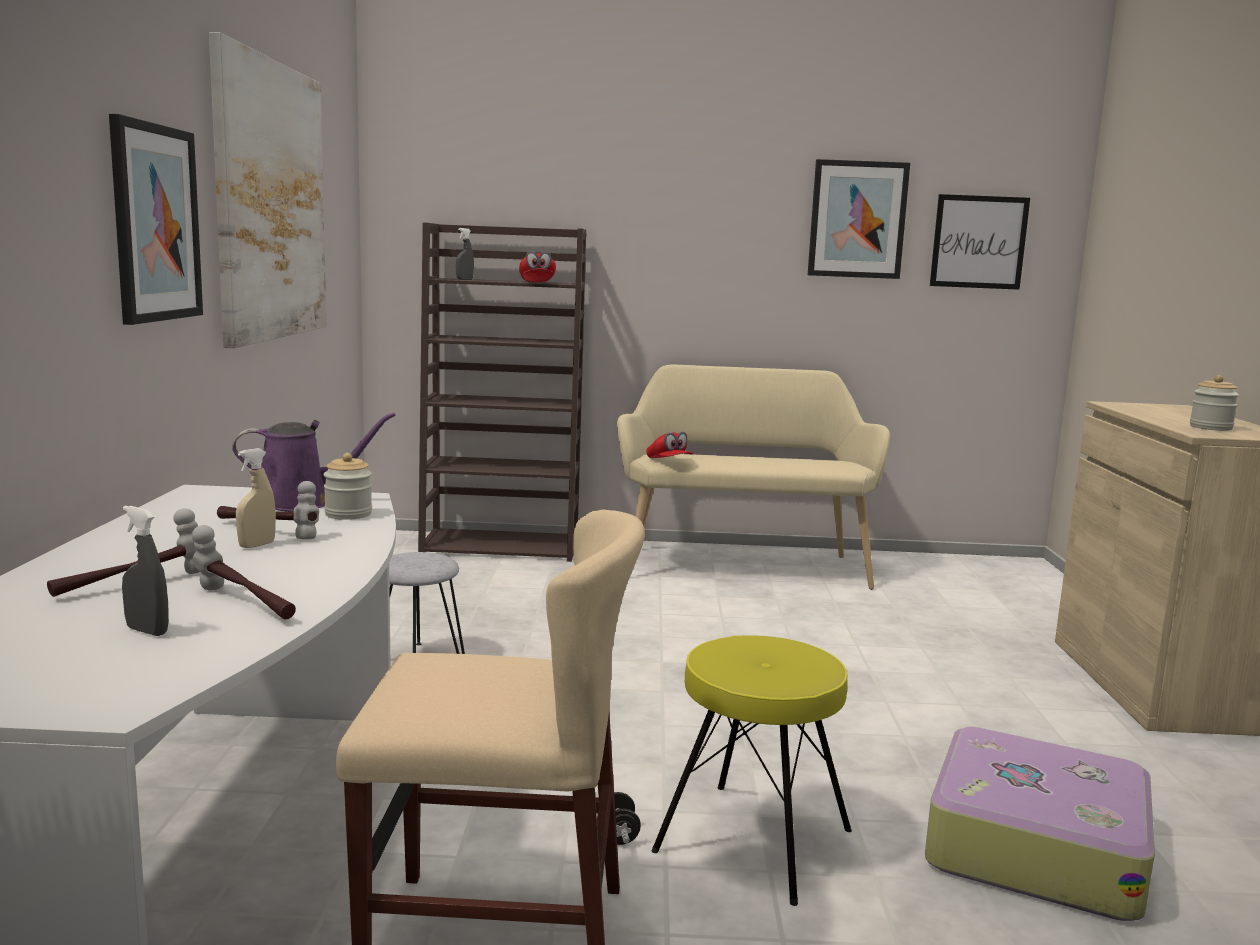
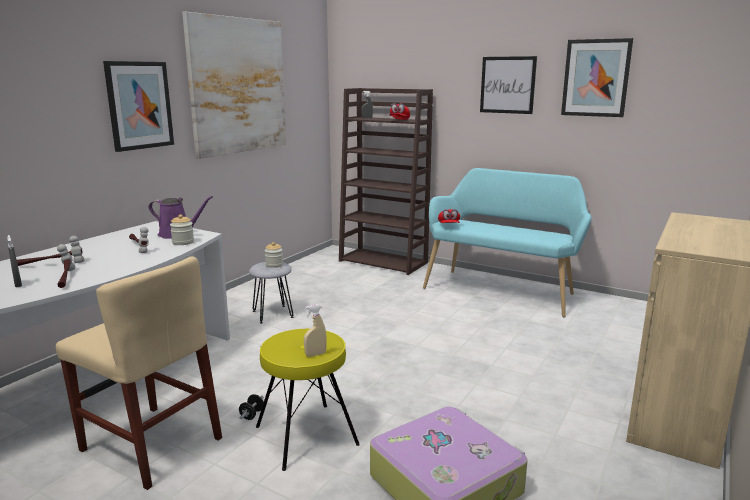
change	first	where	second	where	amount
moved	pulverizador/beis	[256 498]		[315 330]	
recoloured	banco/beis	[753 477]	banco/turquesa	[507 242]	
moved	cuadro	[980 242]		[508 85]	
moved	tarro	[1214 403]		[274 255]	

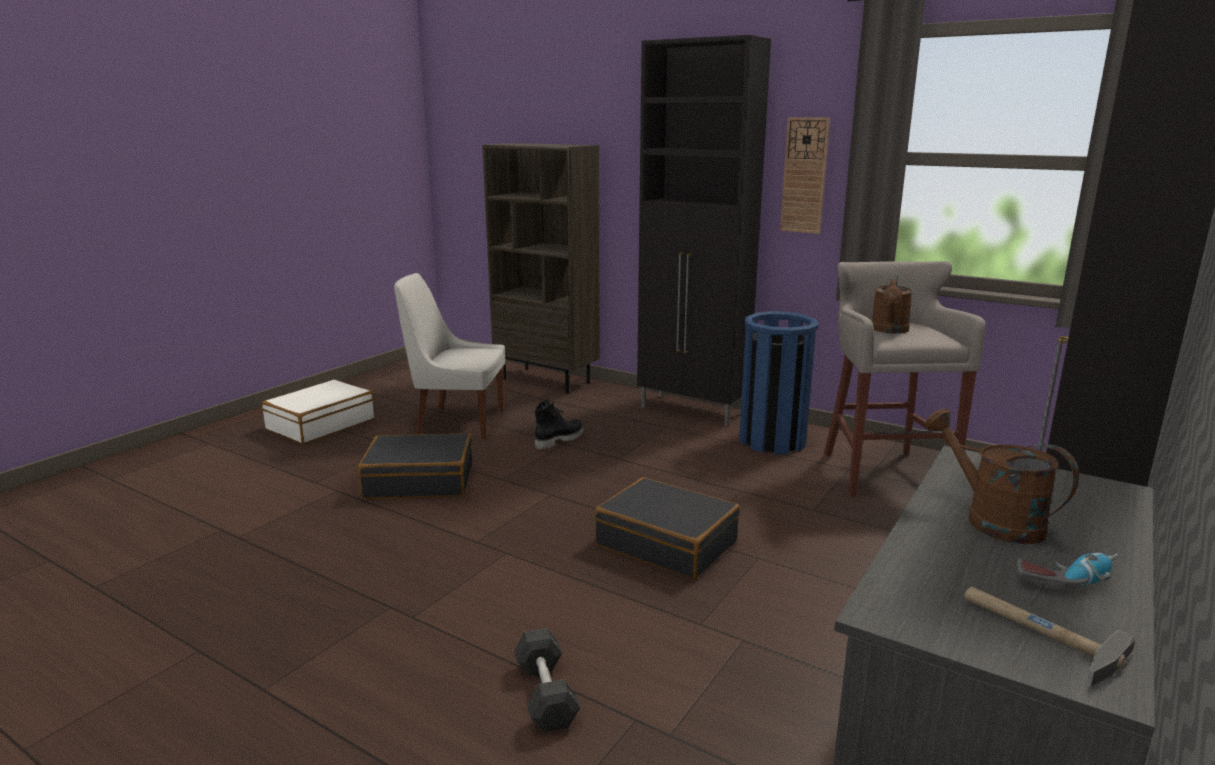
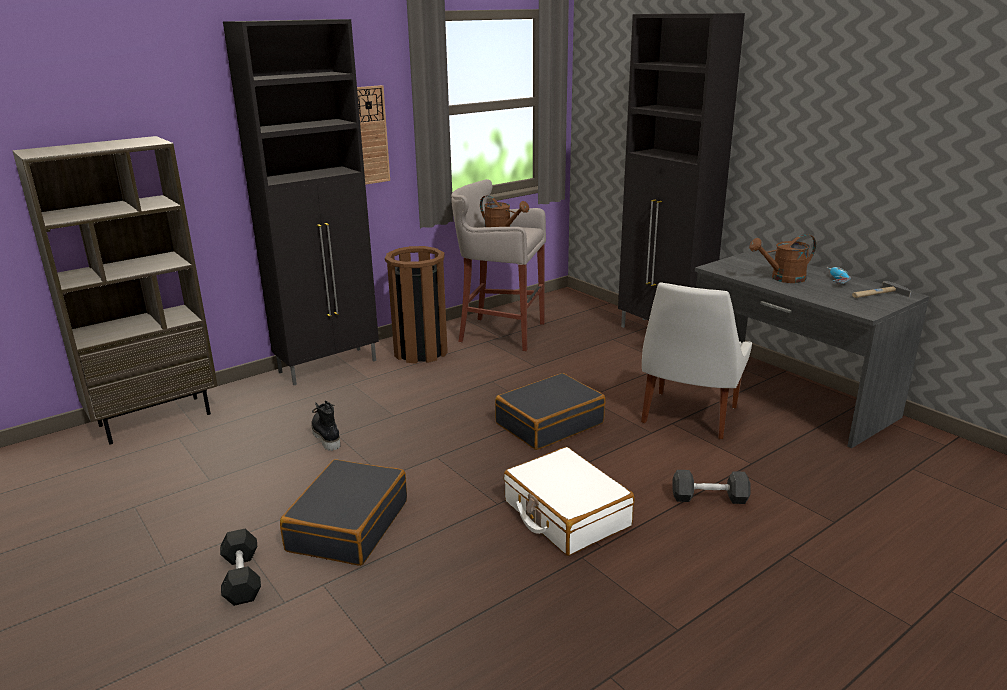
change	first	where	second	where	amount
moved	maleta/blanco	[318 412]		[569 501]	
moved	silla/blanco	[449 356]		[696 360]	
recoloured	papelera/azul	[778 382]	papelera/marrón	[416 305]	
added			mancuerna/negro	[240 567]	

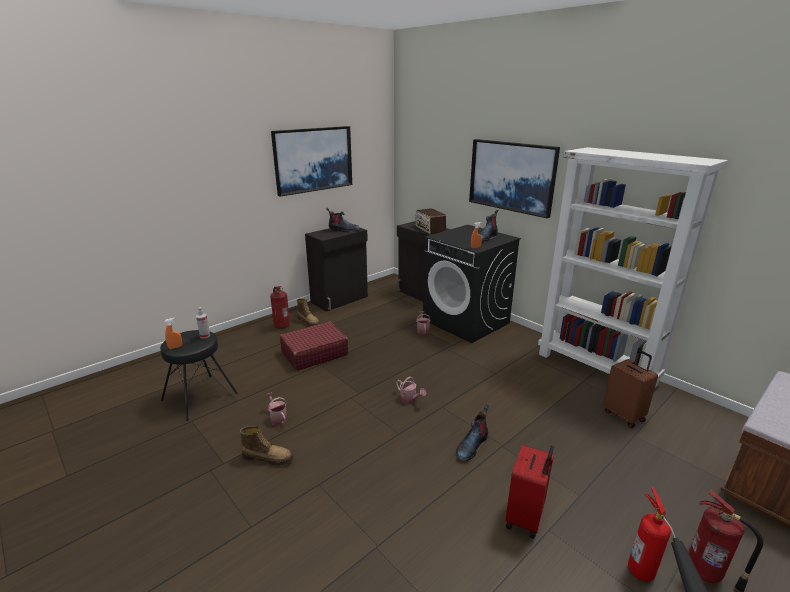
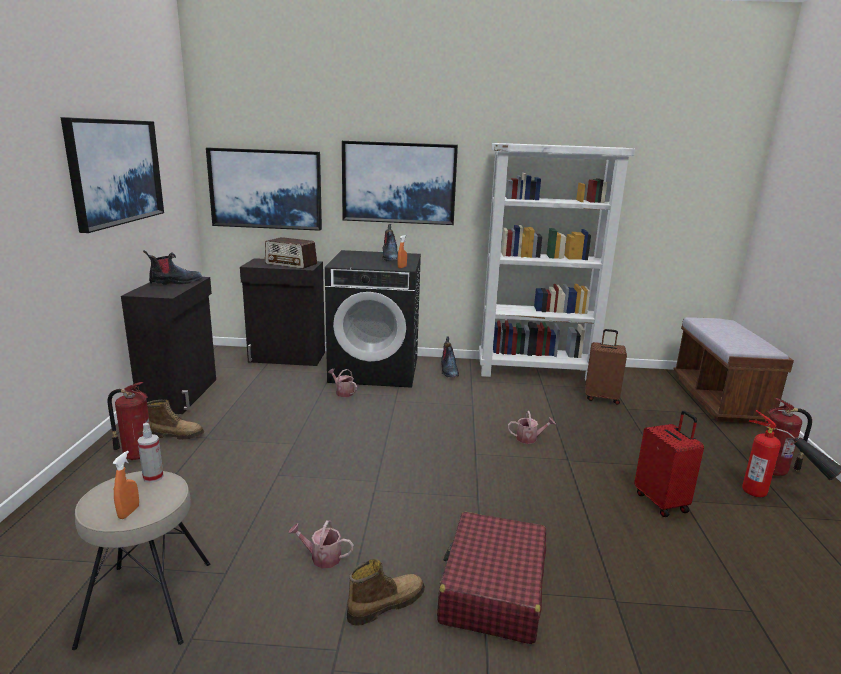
change	first	where	second	where	amount
recoloured	taburete/negro	[199 375]	taburete/beis	[141 560]	
moved	maleta/rojo	[314 346]		[491 578]	
moved	regadera	[411 390]		[532 427]	
moved	bota	[472 433]		[450 357]	
added			cuadro	[264 189]	

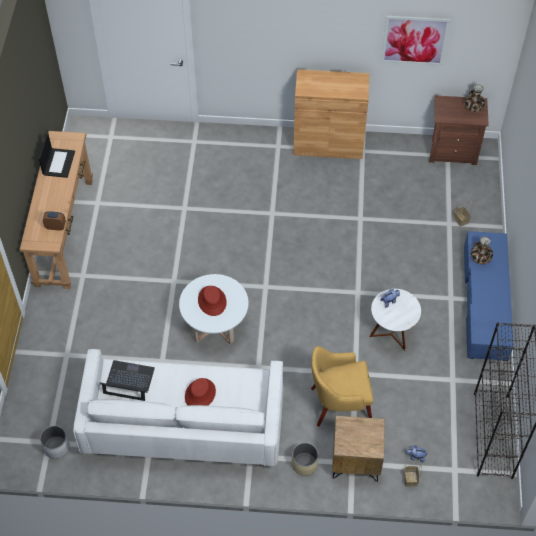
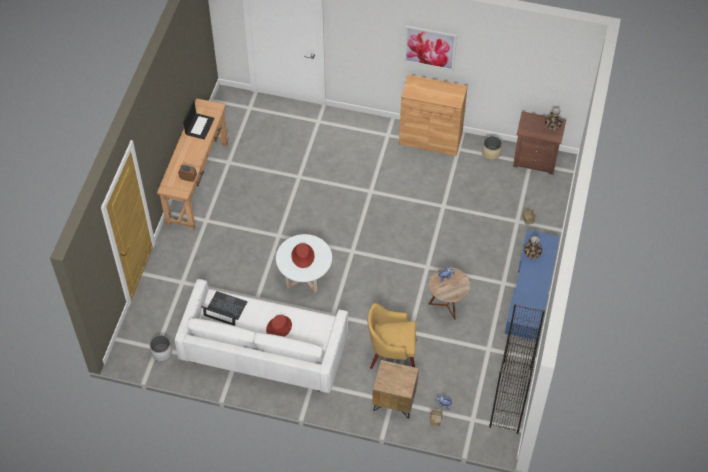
change	first	where	second	where	amount
moved	maceta/beis	[305 459]		[492 148]	
recoloured	mesa auxiliar/blanco	[395 320]	mesa auxiliar/marrón	[449 293]	
moved	cuadro	[415 40]		[430 48]	

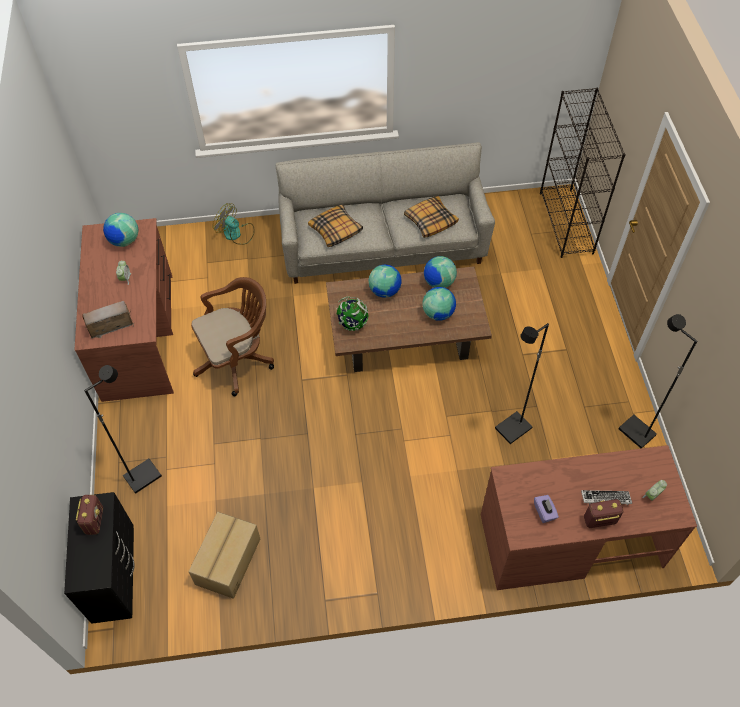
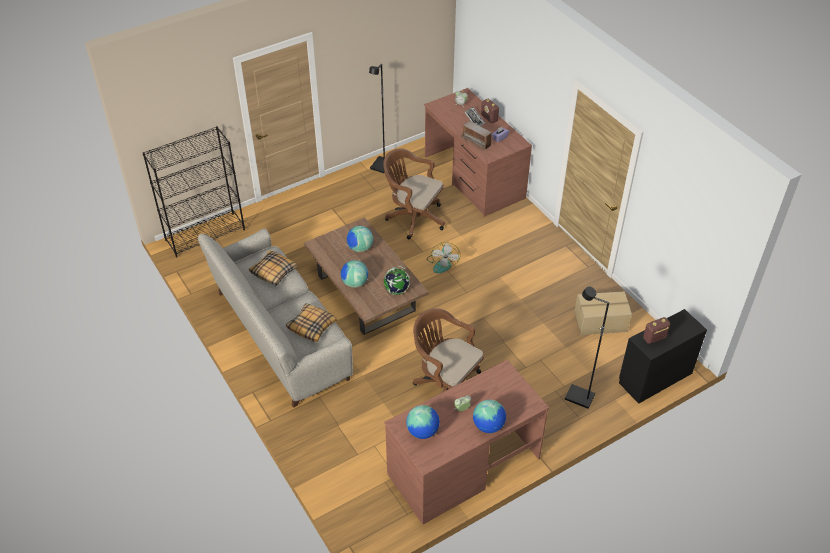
change	first	where	second	where	amount
moved	radio	[108 320]		[476 136]	
moved	ventilador	[233 224]		[444 257]	
moved	globo terráqueo	[440 272]		[489 416]	
replaced	lámpara de pie/negro	[522 383]	silla de oficina/marrón	[414 194]	

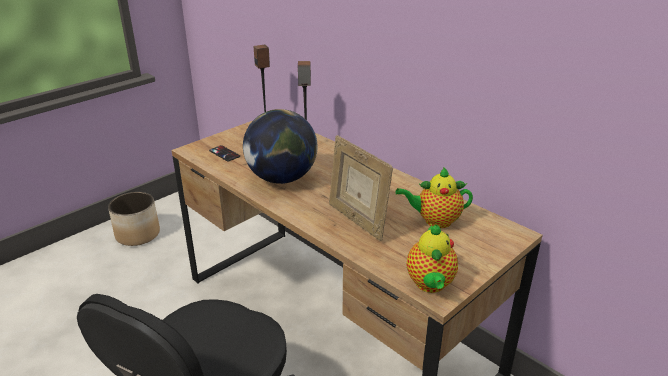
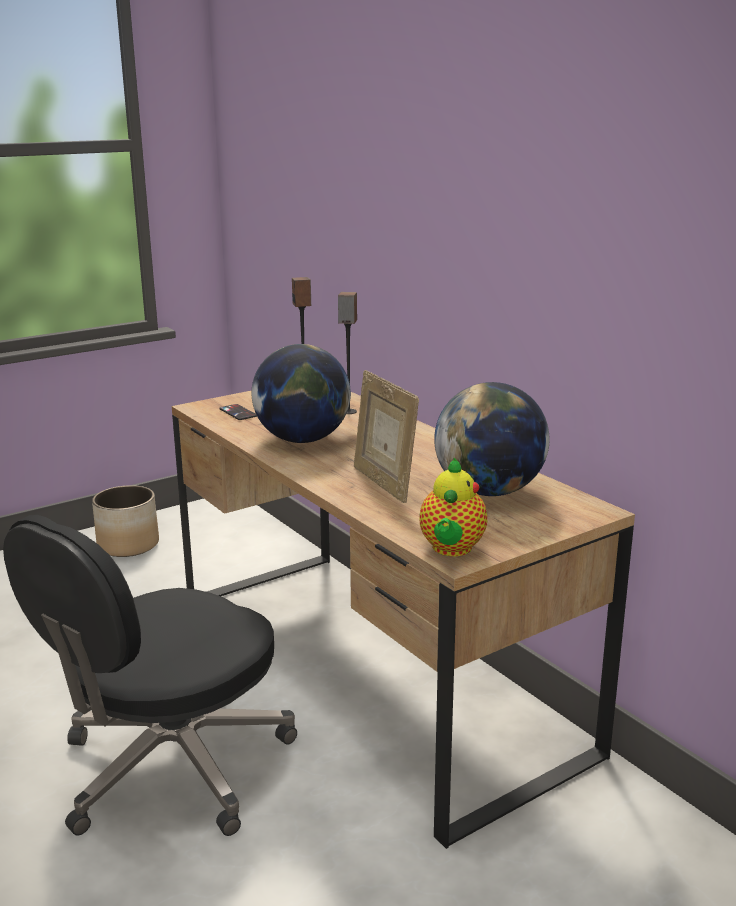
change	first	where	second	where	amount
replaced	tetera	[434 197]	globo terráqueo	[492 439]	

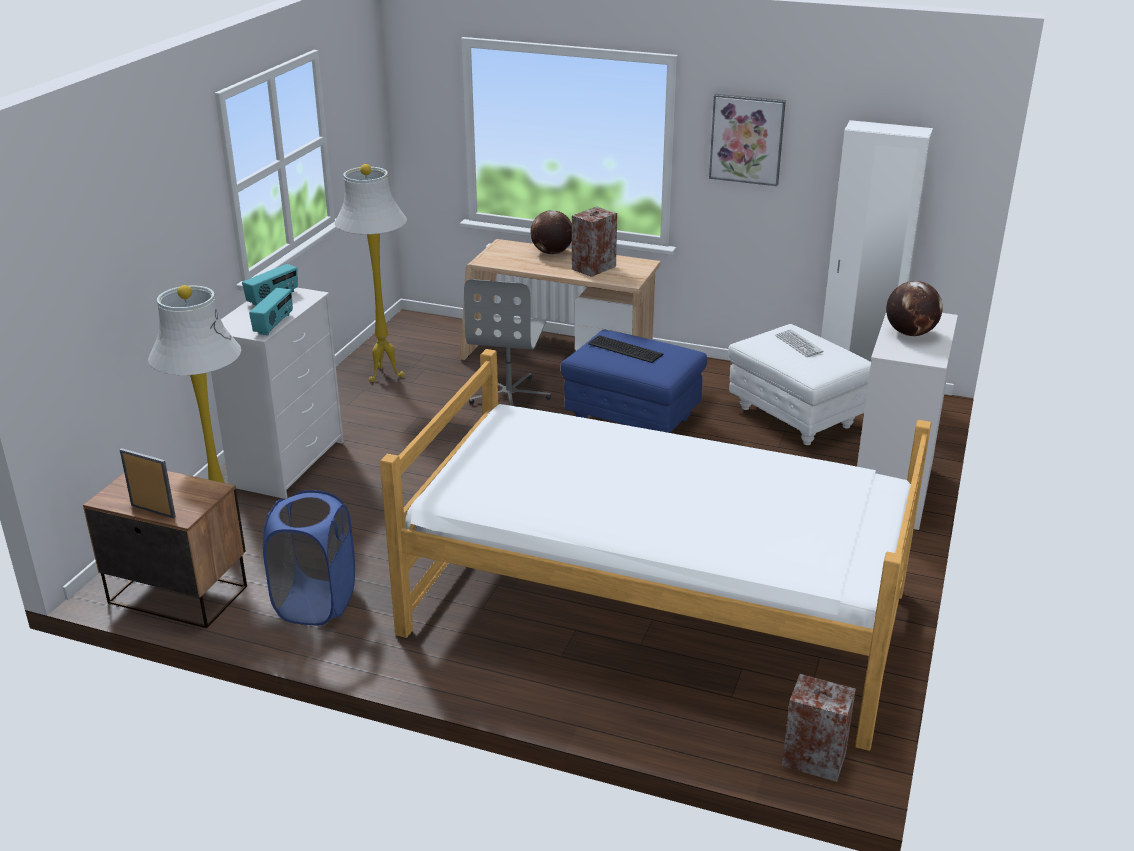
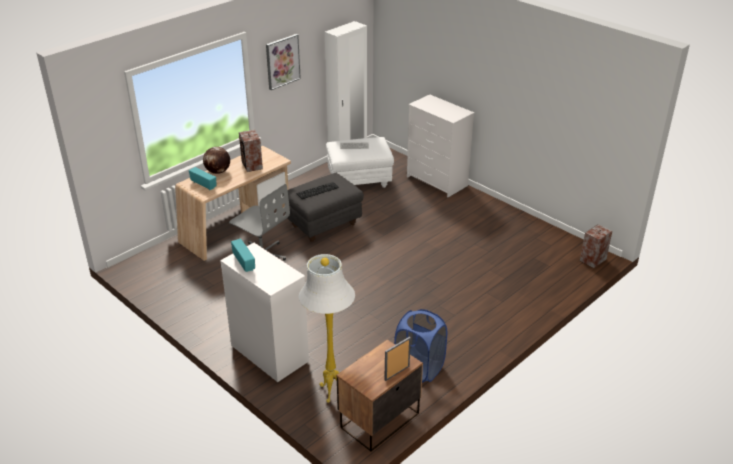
change	first	where	second	where	amount
moved	radio	[271 312]		[203 178]	
removed	lámpara de pie/blanco	[371 273]			
removed	cama	[655 550]			
recoloured	puf/azul	[634 381]	puf/gris	[323 207]	
removed	globo terráqueo	[914 308]			

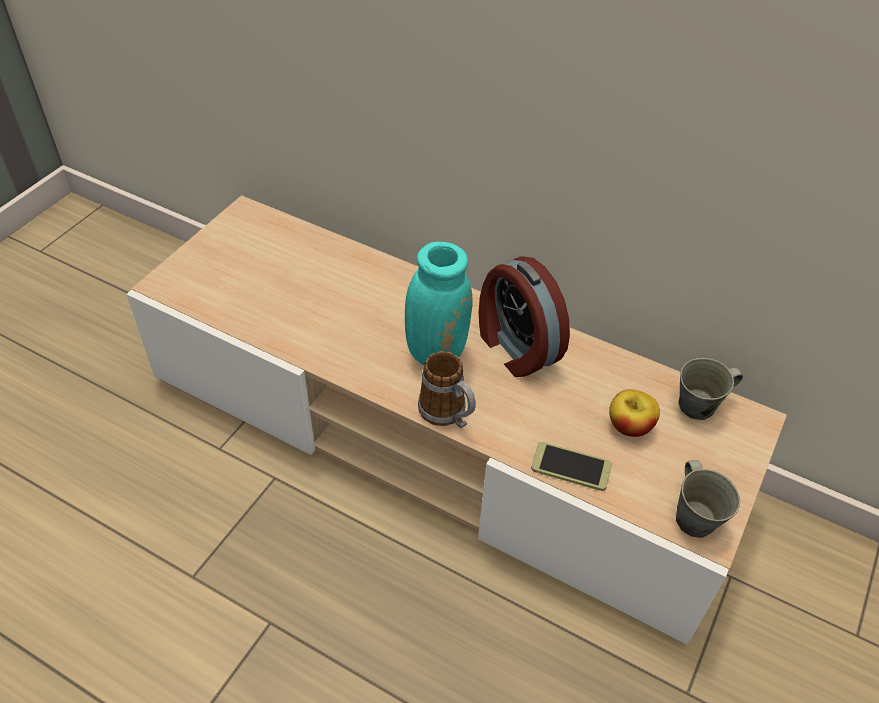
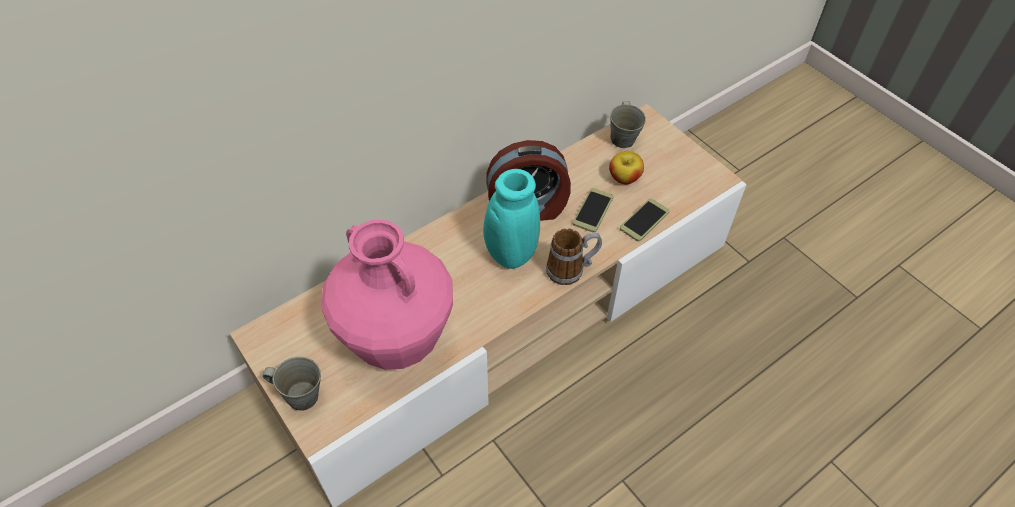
change	first	where	second	where	amount
moved	taza grande/gris	[708 499]		[291 384]	
added			florero/rosa	[387 294]	
added			móvil	[593 210]	

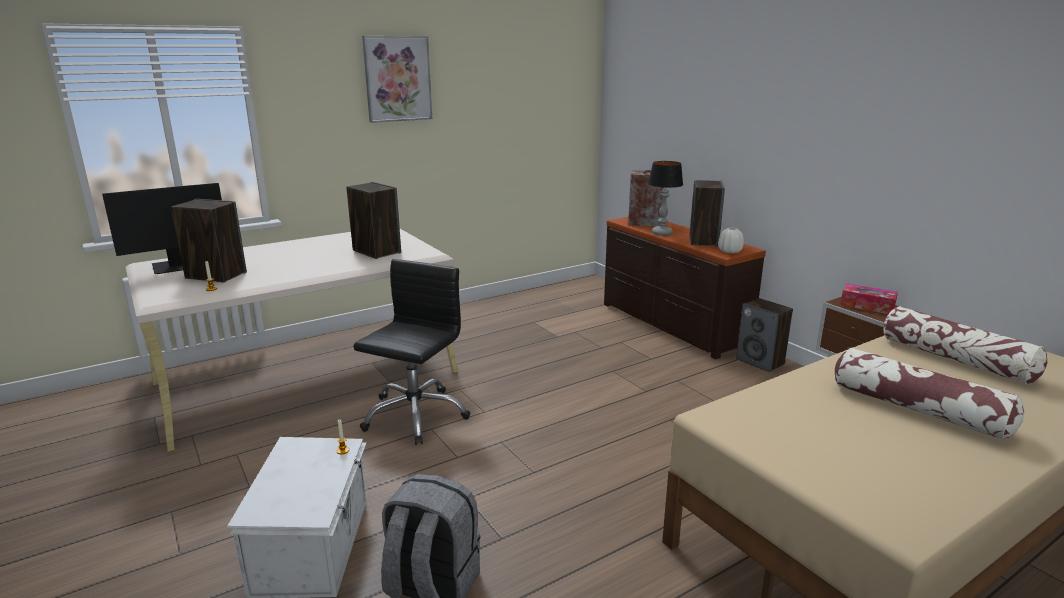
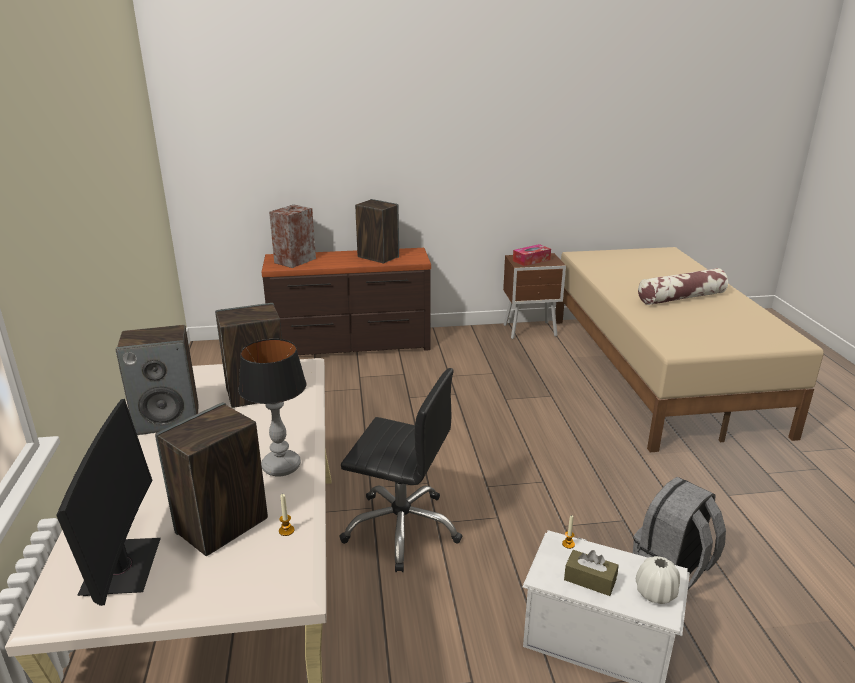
change	first	where	second	where	amount
turned	silla de oficina/negro	[411 352]		[400 470]	150 degrees clockwise
removed	cuadro	[397 79]			
moved	lámpara de mesa	[665 198]		[272 407]	
moved	florero/blanco	[731 240]		[658 580]	
moved	altavoz	[764 335]		[157 380]	
removed	cojín	[965 345]			
added			caja de pañuelos/marrón	[591 573]	

